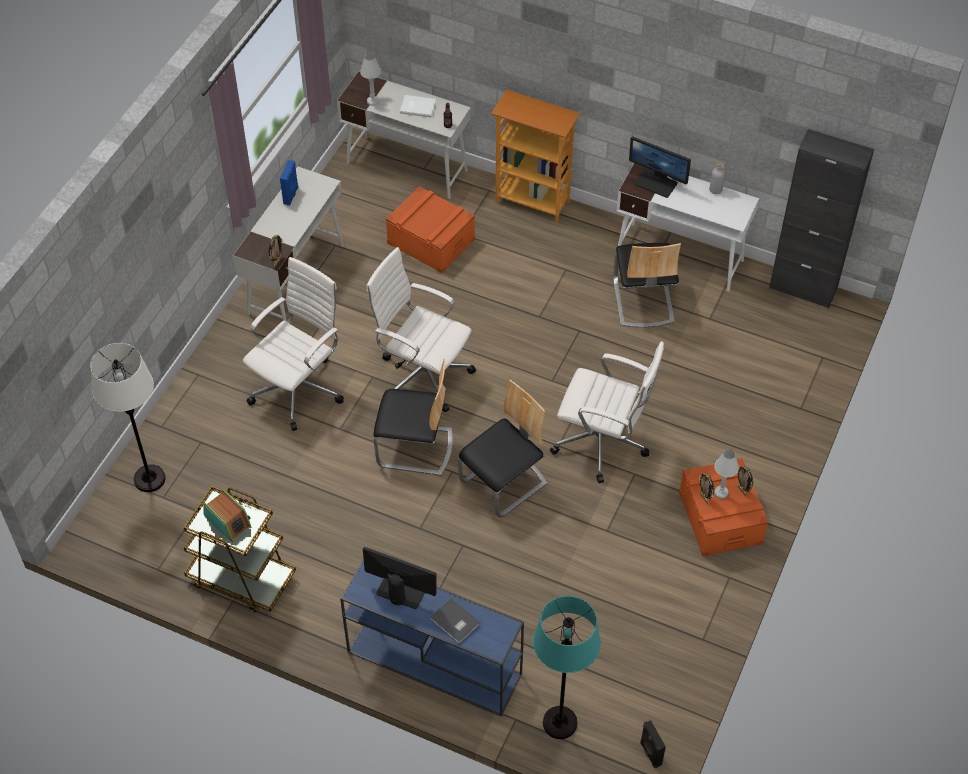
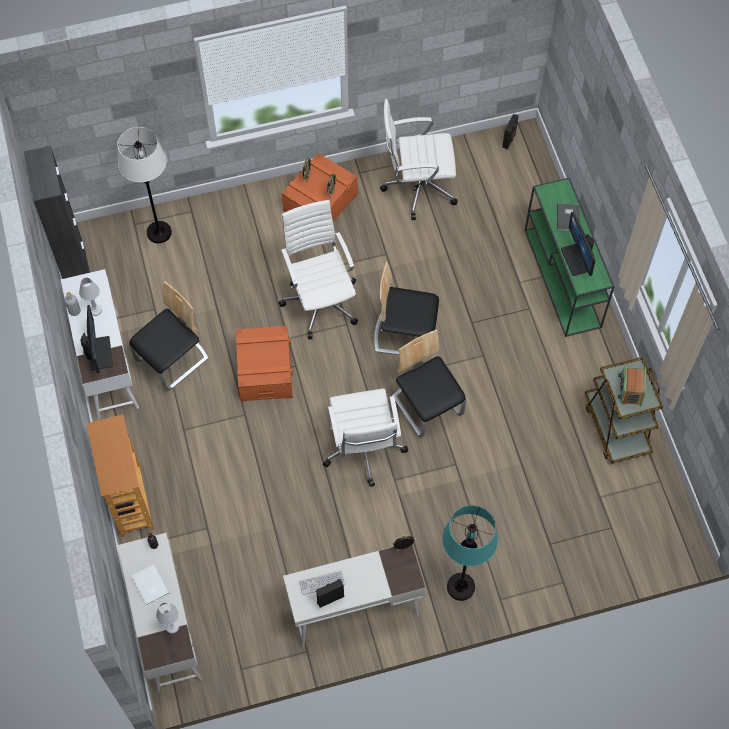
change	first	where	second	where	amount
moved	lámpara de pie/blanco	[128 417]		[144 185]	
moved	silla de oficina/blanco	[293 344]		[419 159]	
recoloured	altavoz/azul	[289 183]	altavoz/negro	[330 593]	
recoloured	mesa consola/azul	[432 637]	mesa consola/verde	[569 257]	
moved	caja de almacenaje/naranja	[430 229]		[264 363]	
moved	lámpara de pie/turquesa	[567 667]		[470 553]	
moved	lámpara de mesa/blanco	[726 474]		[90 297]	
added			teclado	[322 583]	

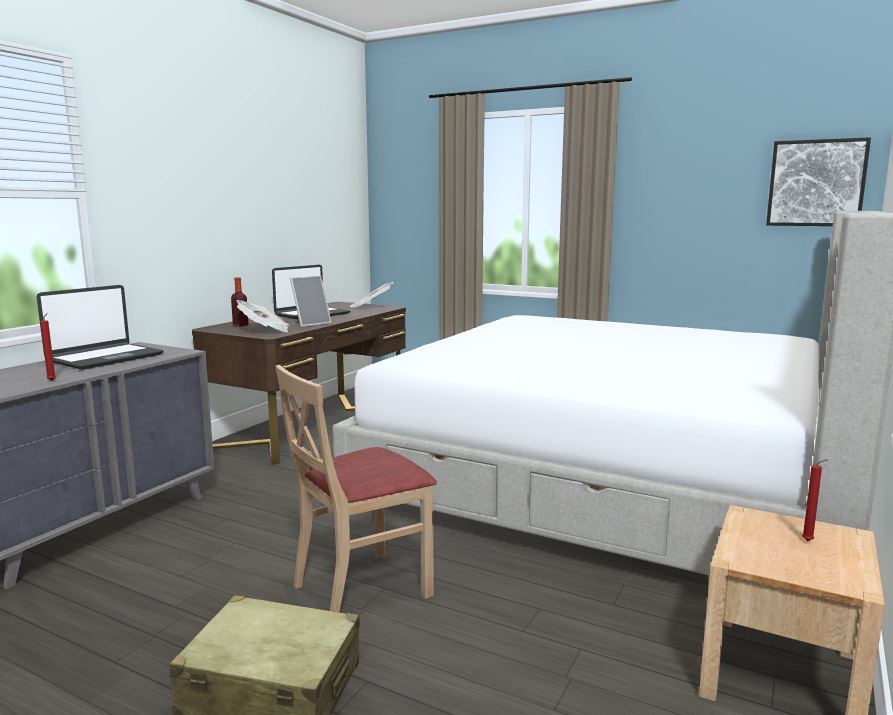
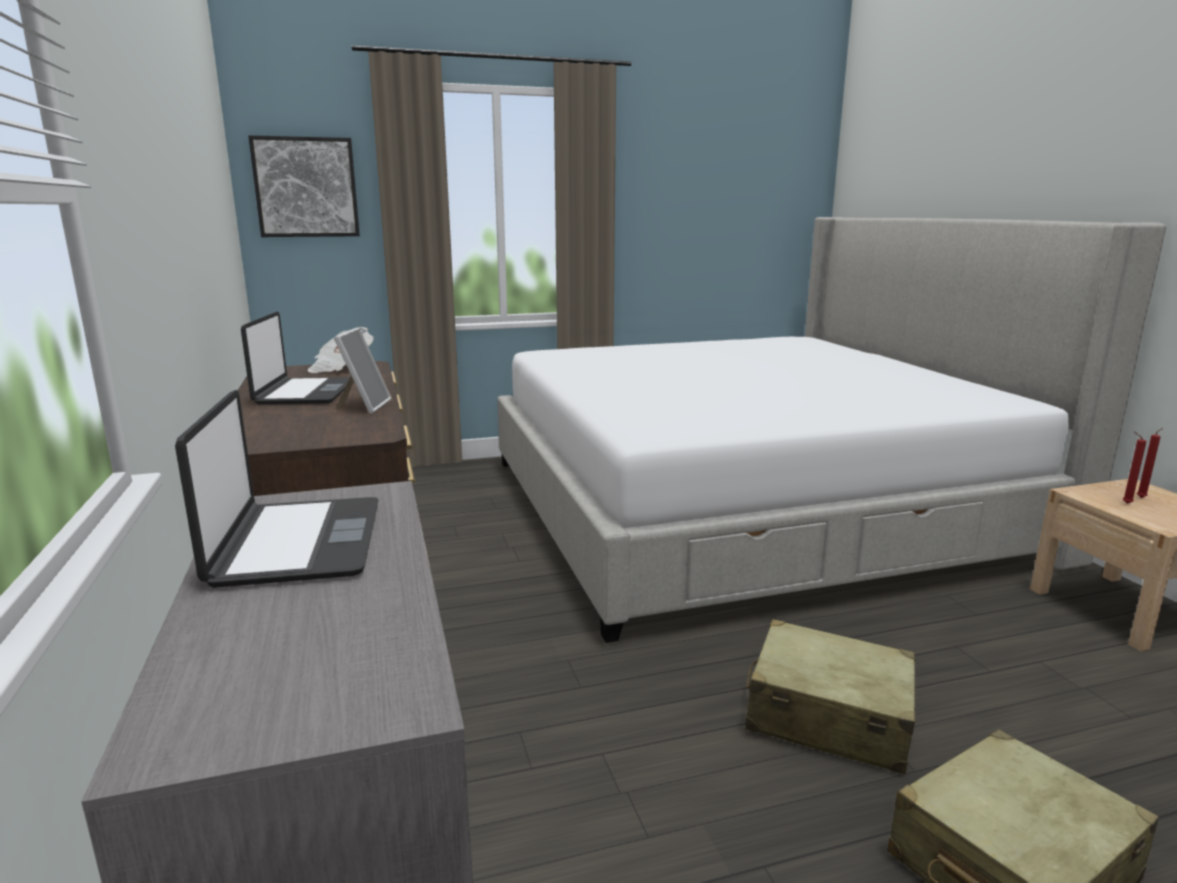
change	first	where	second	where	amount
moved	vela/rojo	[48 347]		[1134 468]	
removed	botella	[239 302]			
removed	periódico	[262 316]			
replaced	silla/beis	[356 488]	maleta/beis	[830 696]	
moved	cuadro	[818 181]		[304 186]	

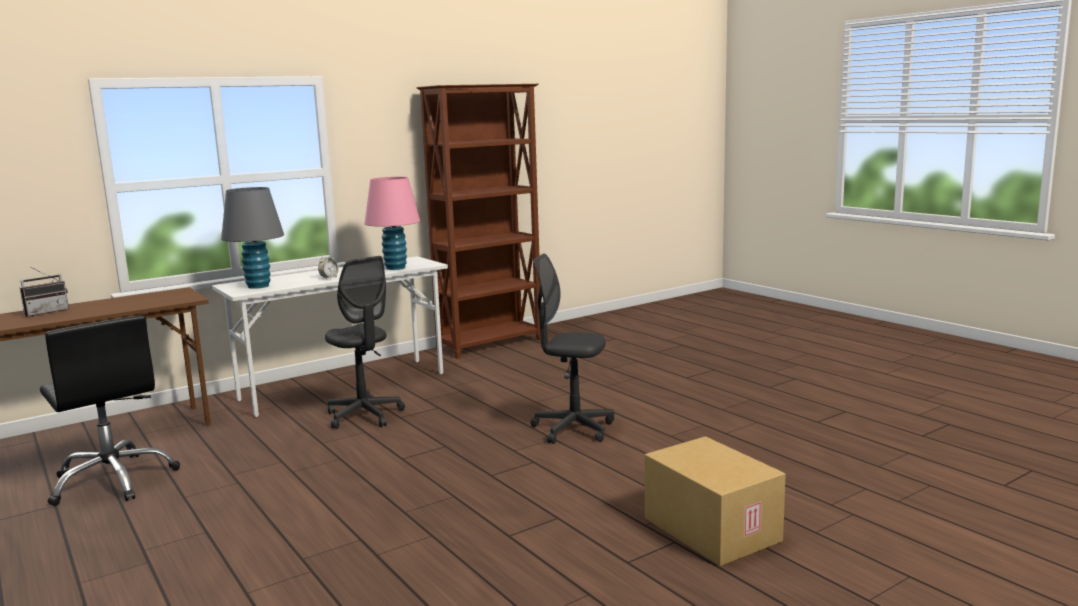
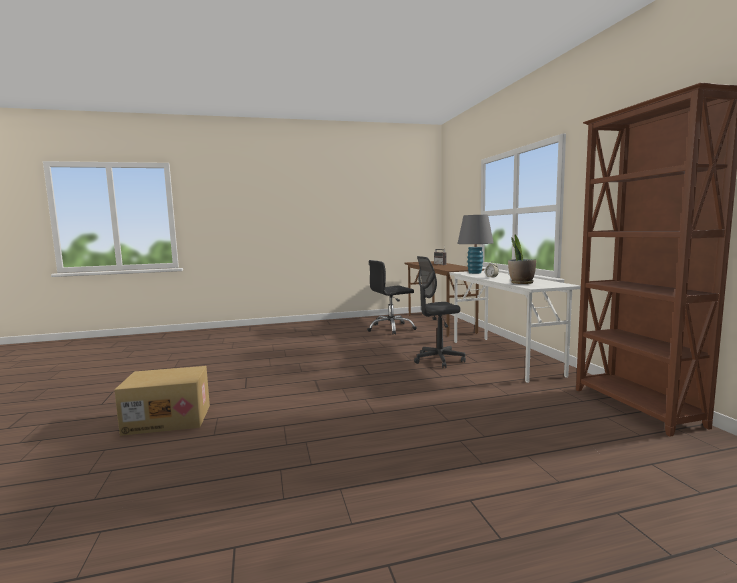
change	first	where	second	where	amount
replaced	lámpara de mesa/rosa	[392 223]	planta en maceta	[522 259]	
removed	silla de oficina/gris	[572 349]			

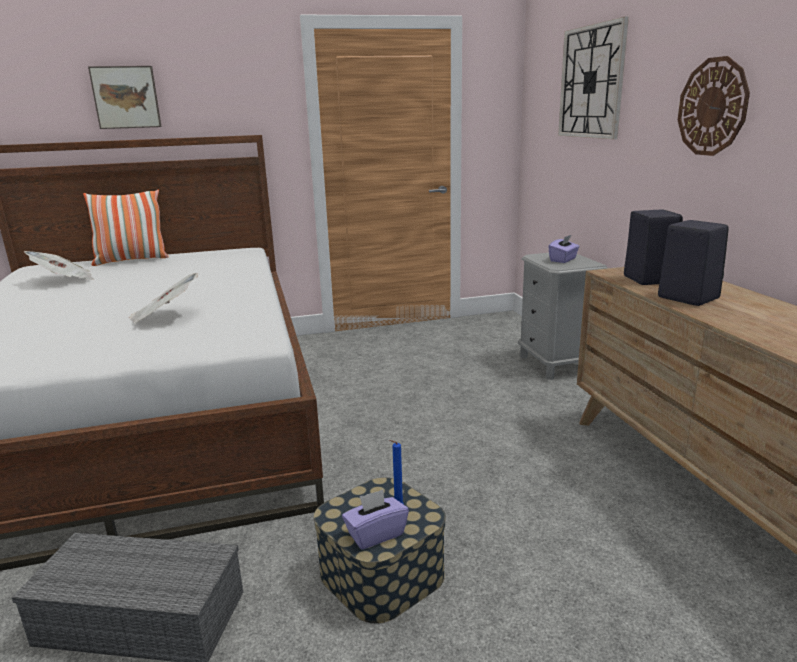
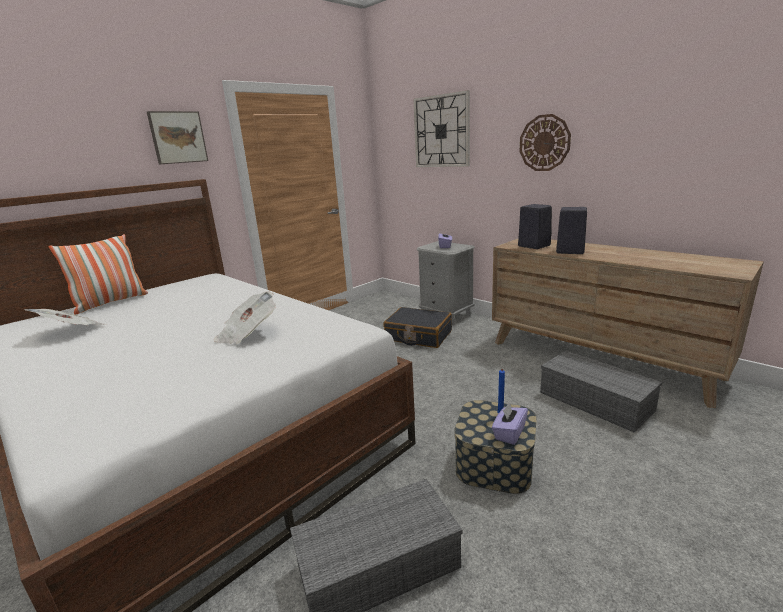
change	first	where	second	where	amount
moved	cuadro	[125 97]		[177 137]	
added			maleta/negro	[417 327]	
added			caja de almacenaje/gris	[601 391]	

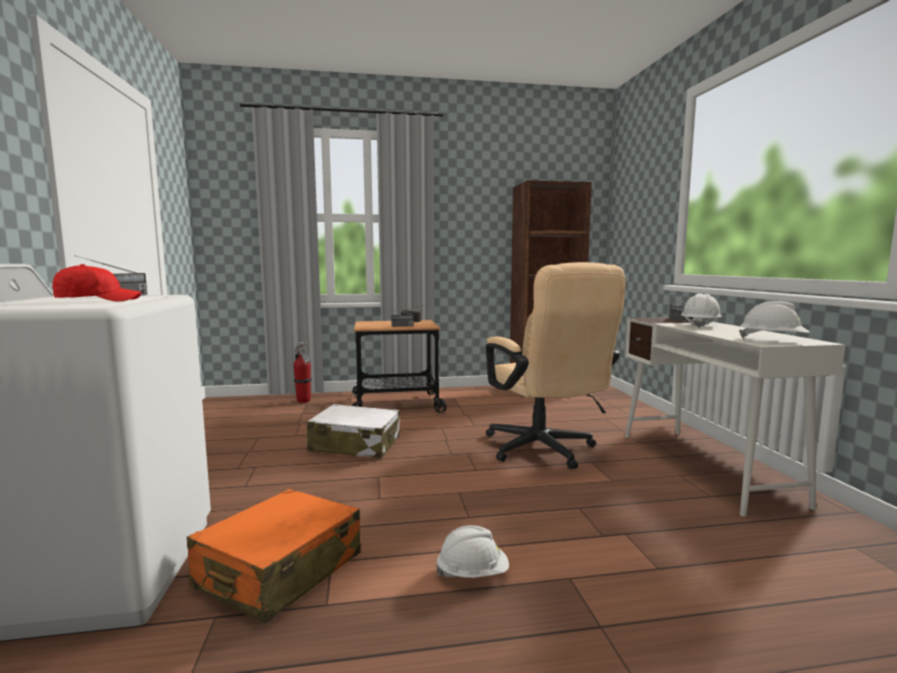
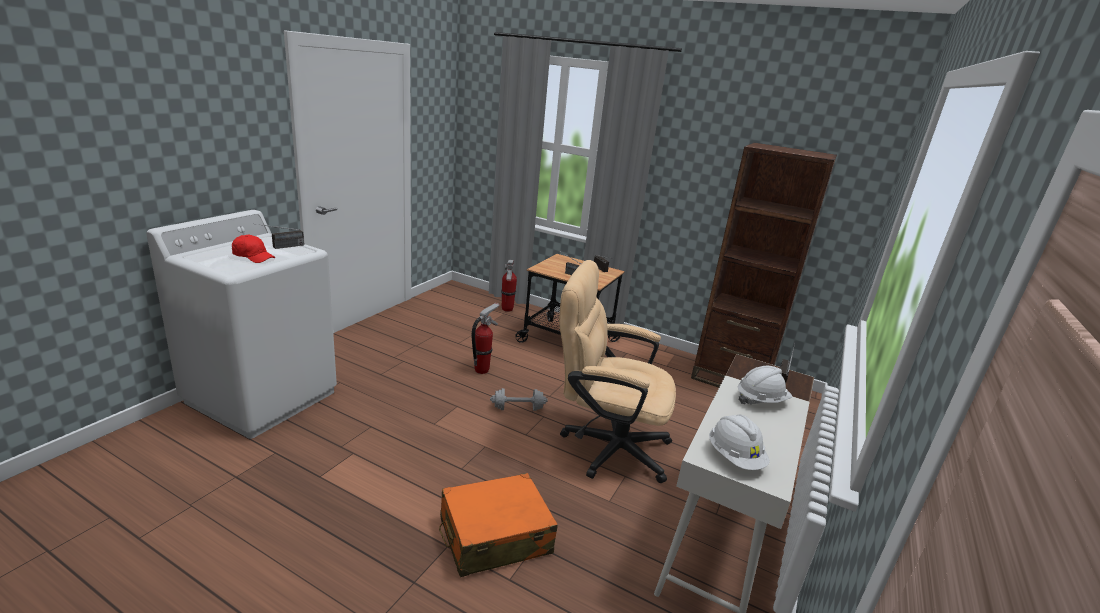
change	first	where	second	where	amount
moved	maleta/naranja	[274 556]		[498 525]	
replaced	maleta/blanco	[353 431]	extintor	[485 338]	
removed	casco/blanco	[472 551]			
turned	silla de oficina/beis	[556 365]		[617 371]	90 degrees clockwise
added			mancuerna/gris	[519 399]	

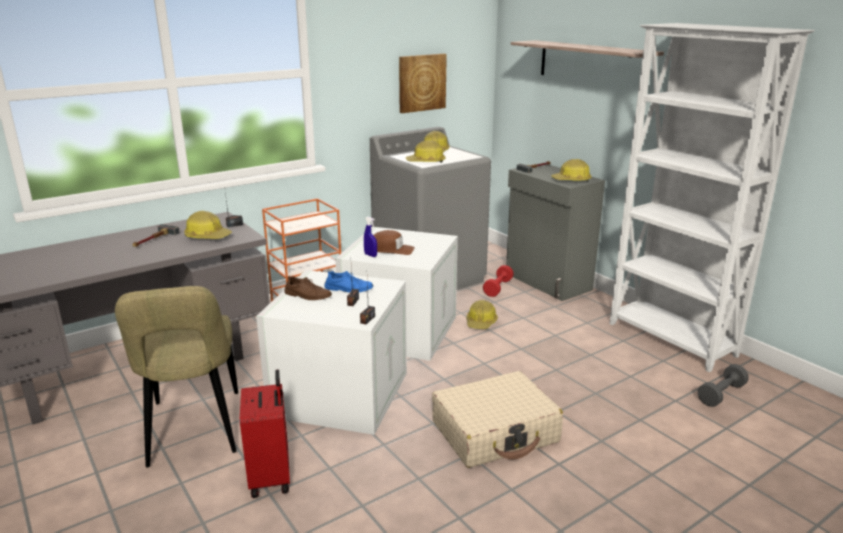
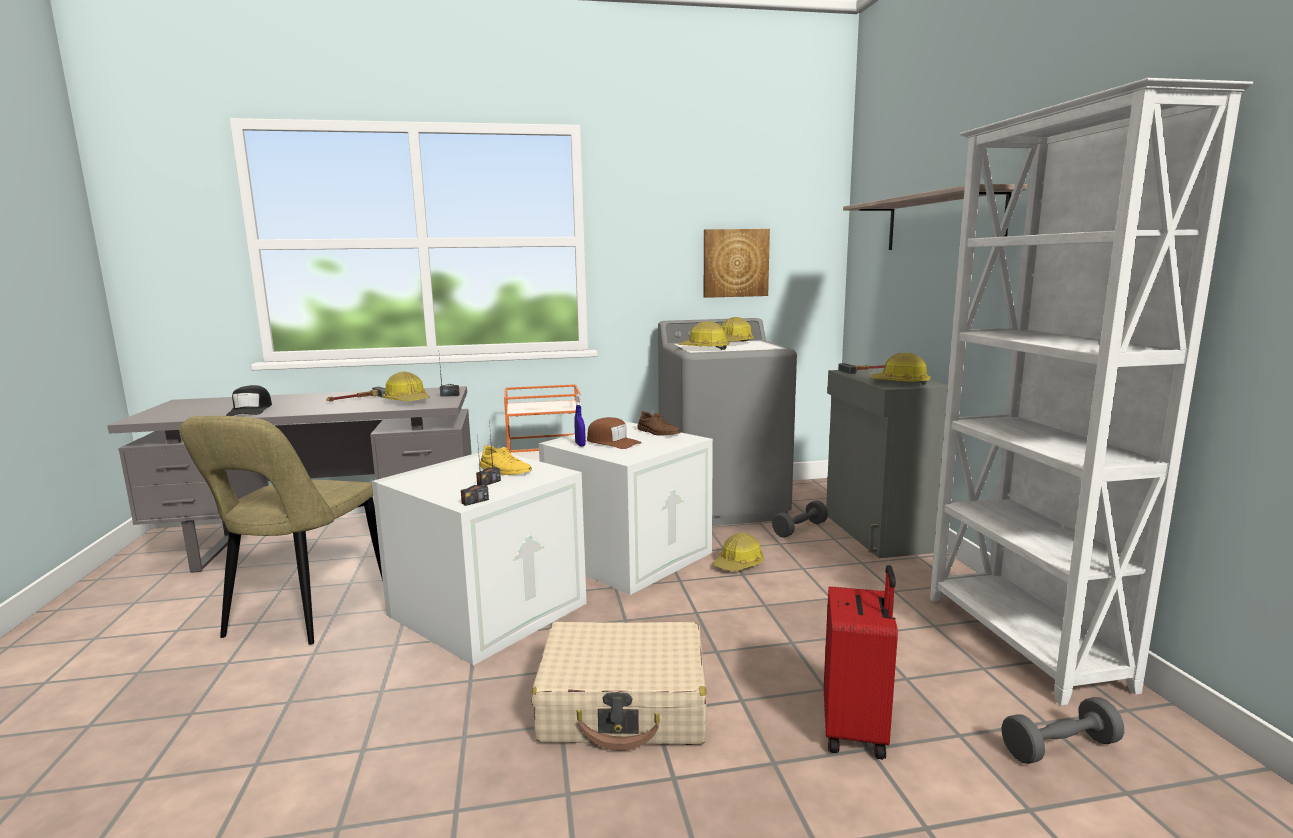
change	first	where	second	where	amount
moved	maleta/rojo	[265 433]		[861 662]	
moved	zapato/marrón	[308 287]		[658 423]	
recoloured	zapato/azul	[349 282]	zapato/amarillo	[506 460]	
recoloured	mancuerna/rojo	[498 281]	mancuerna/gris	[800 519]	
added			gorra/negro	[249 400]	

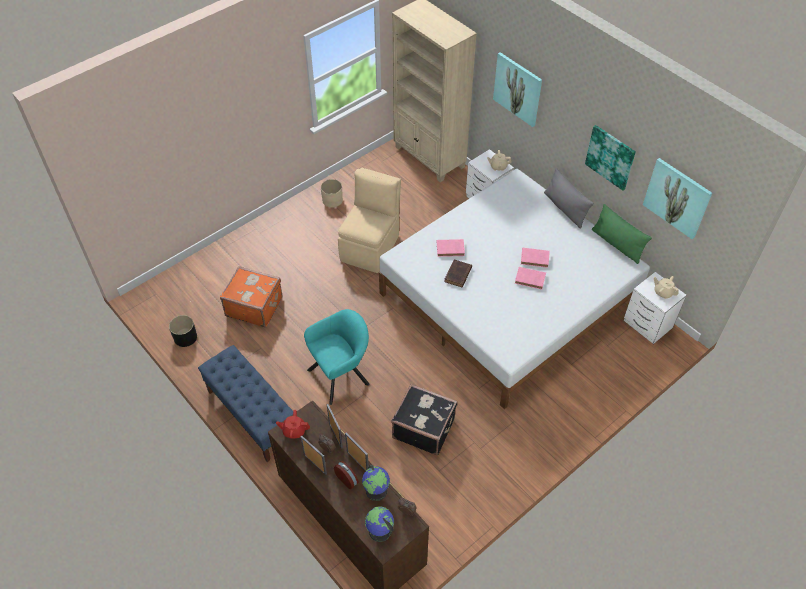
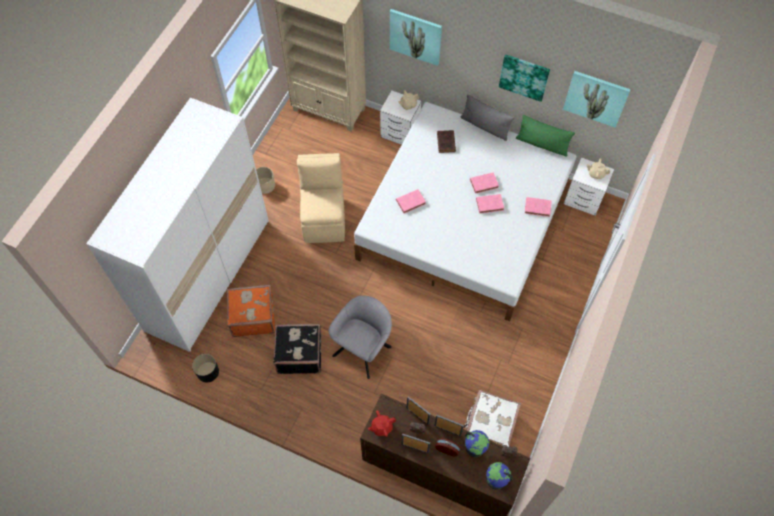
change	first	where	second	where	amount
removed	banco/azul	[245 403]			
recoloured	sillón/turquesa	[337 357]	sillón/gris	[360 337]	
moved	maleta/negro	[424 420]		[297 349]	
moved	libro/marrón	[458 273]		[446 141]	
added			armario ropero/blanco	[177 224]	
added			maleta/blanco	[492 418]	
added			libro/rosa	[538 207]	

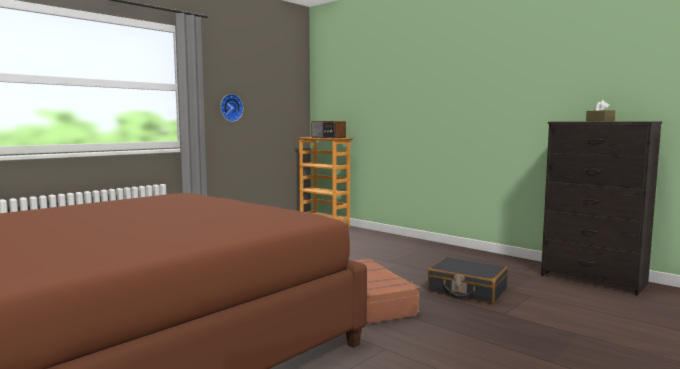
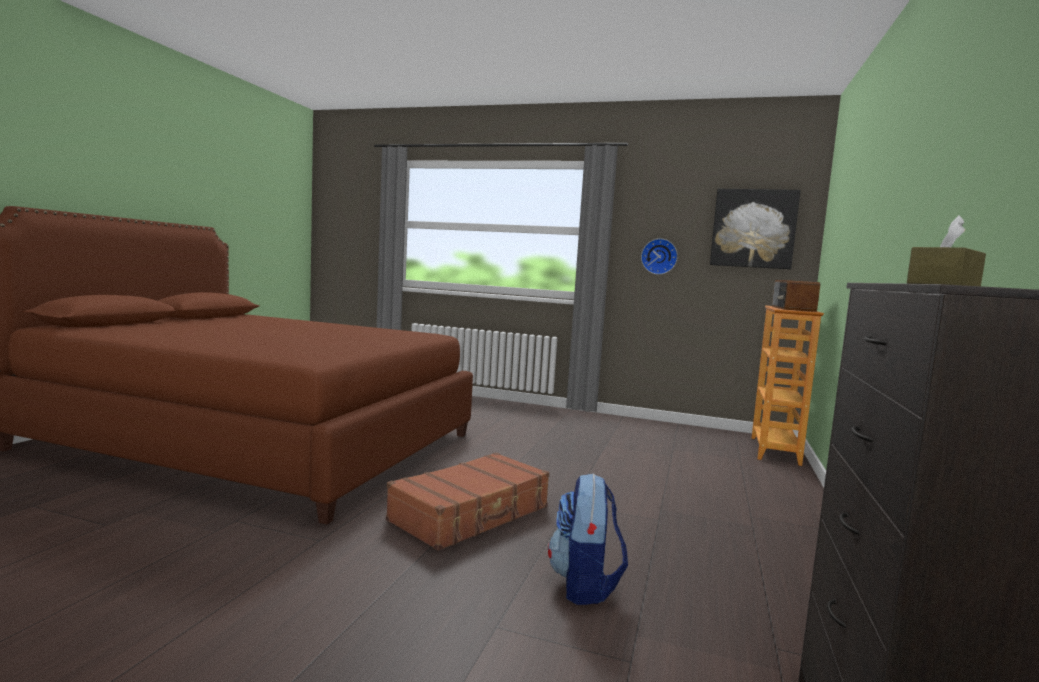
change	first	where	second	where	amount
replaced	maleta/negro	[467 280]	mochila	[588 539]	
added			cuadro	[755 229]	

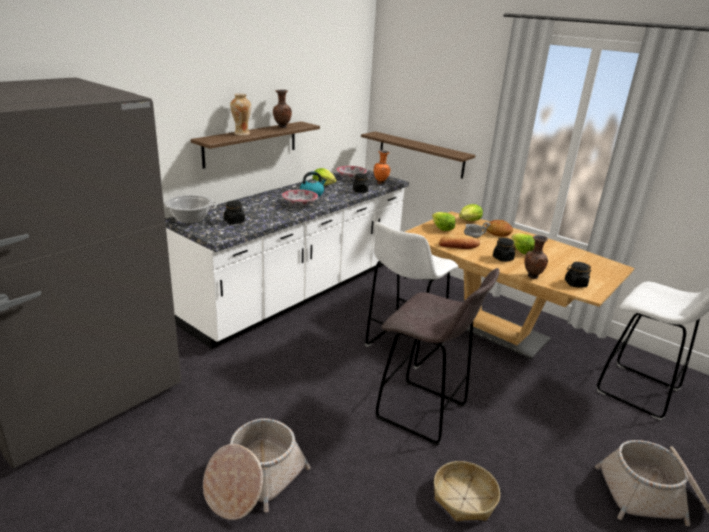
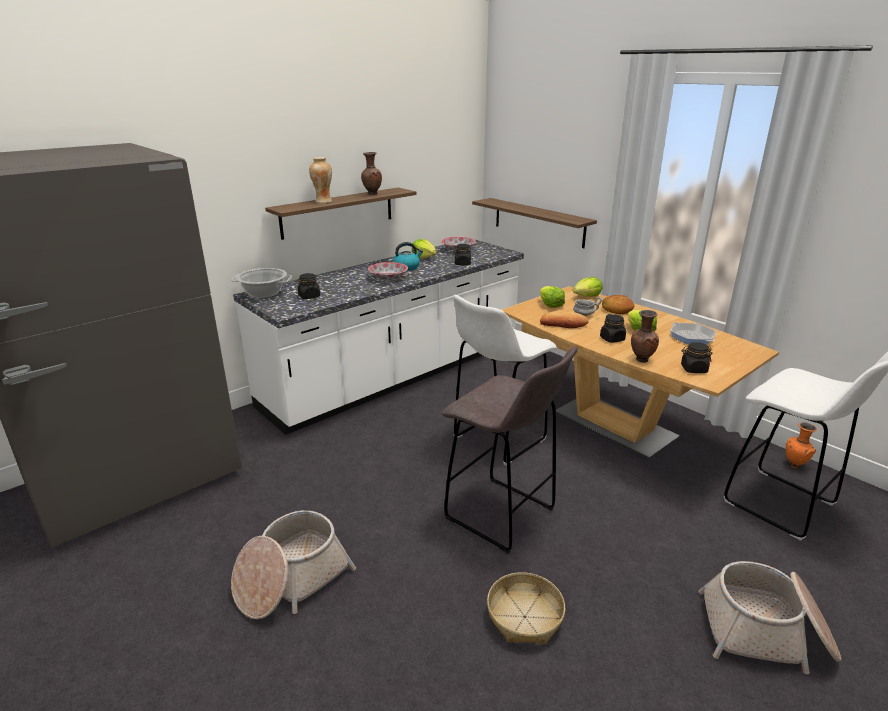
change	first	where	second	where	amount
moved	florero/naranja	[382 167]		[801 445]	
added			sartén	[693 333]	

